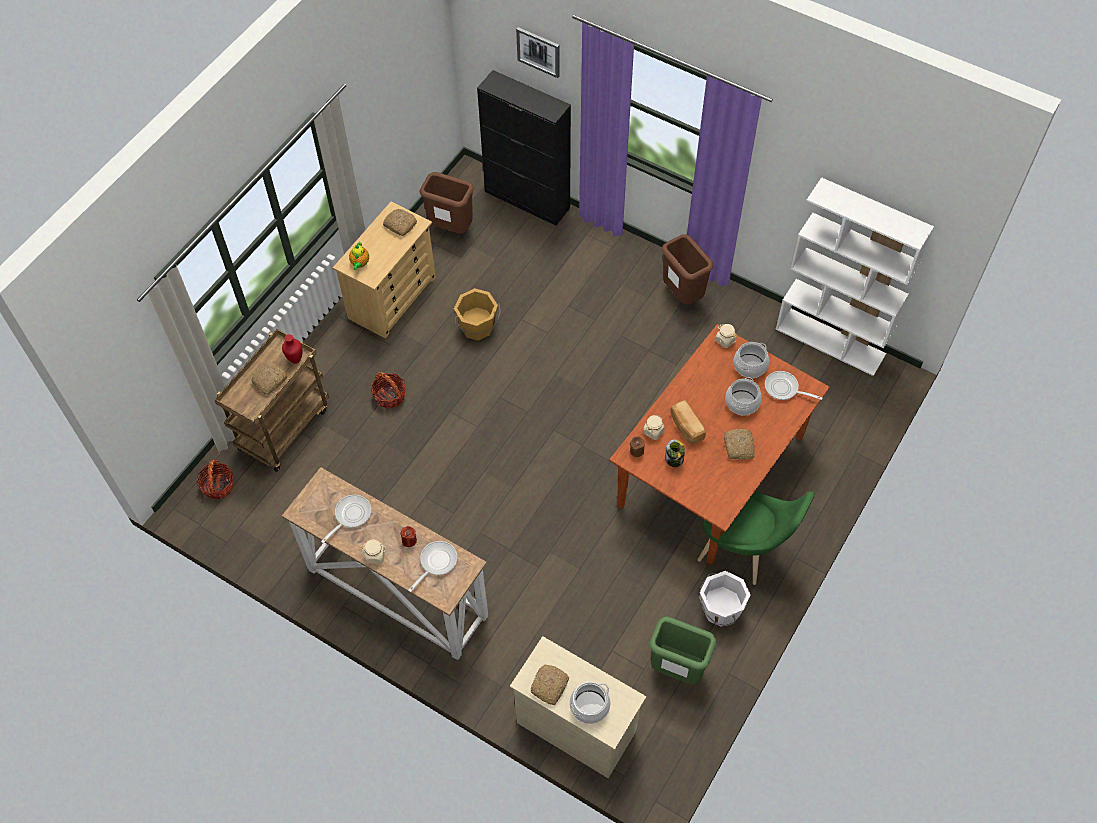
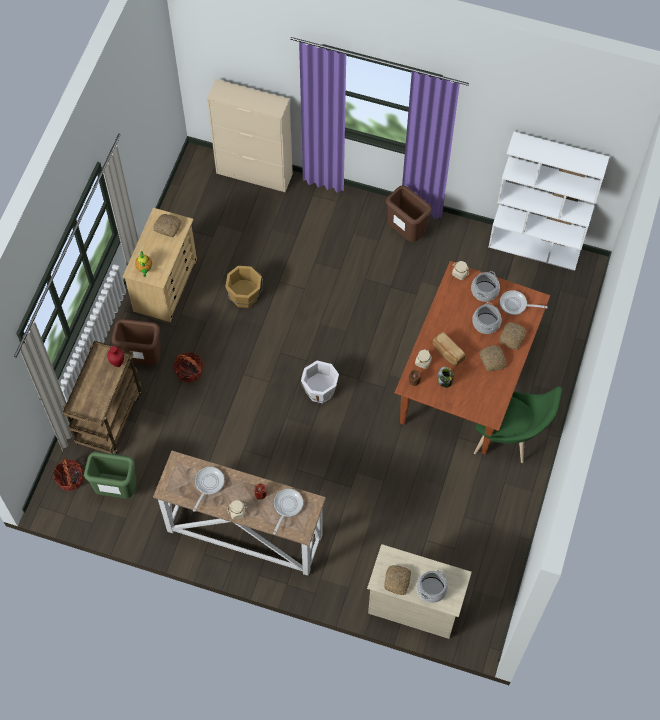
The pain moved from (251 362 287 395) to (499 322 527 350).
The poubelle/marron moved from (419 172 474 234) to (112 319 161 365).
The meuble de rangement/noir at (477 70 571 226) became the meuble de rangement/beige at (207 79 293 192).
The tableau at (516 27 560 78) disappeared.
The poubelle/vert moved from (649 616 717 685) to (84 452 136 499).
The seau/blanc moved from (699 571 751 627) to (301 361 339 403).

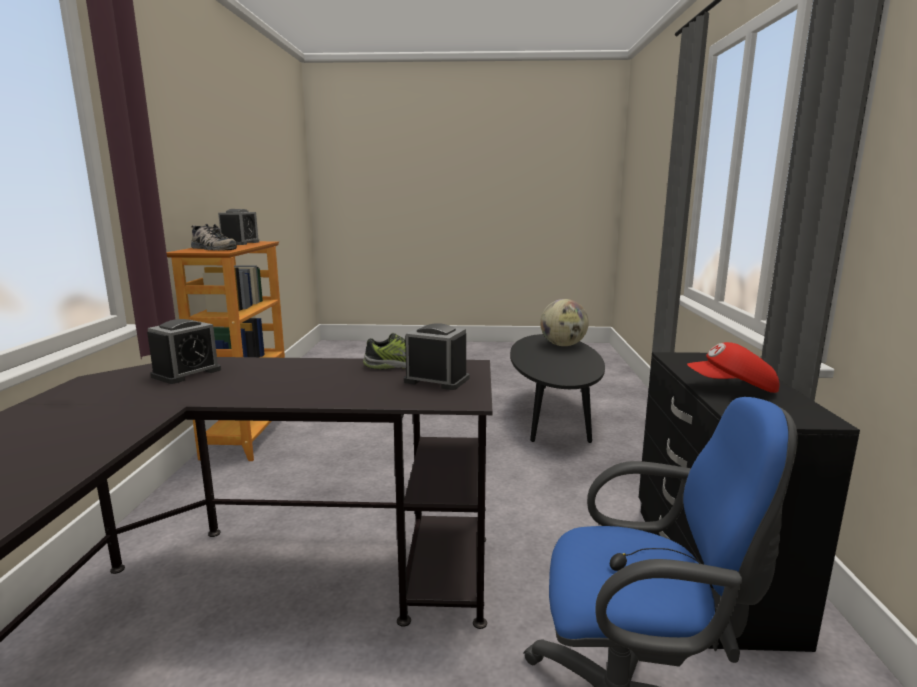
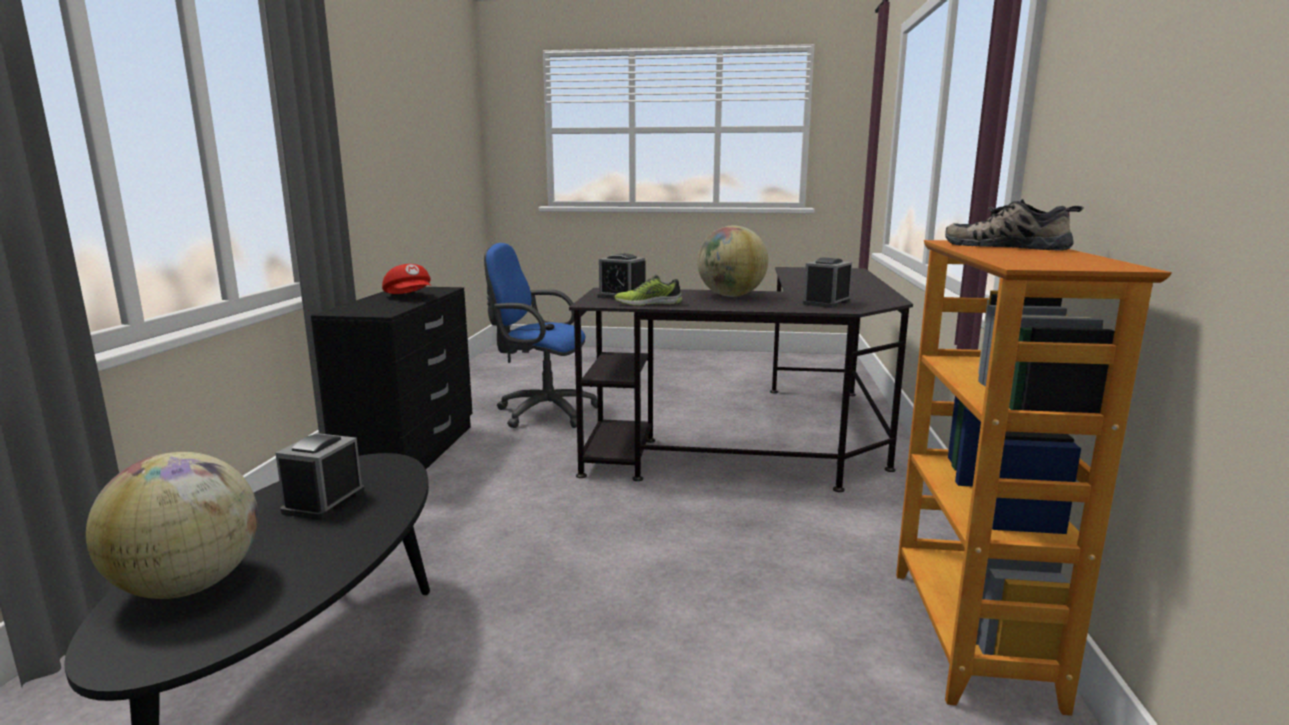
The réveil moved from (218 209 259 245) to (275 433 365 520).
The casquette/rouge at (687 342 779 393) turned 45 degrees clockwise.
The globe at (697 226 768 297) appeared.

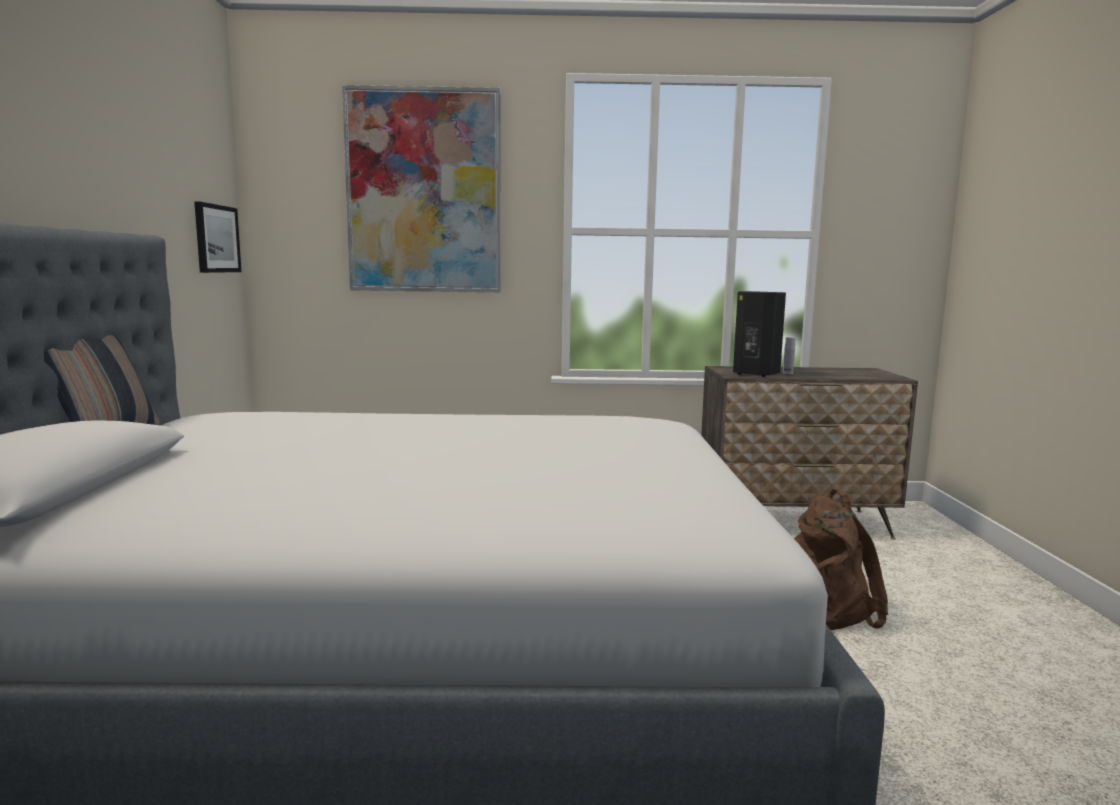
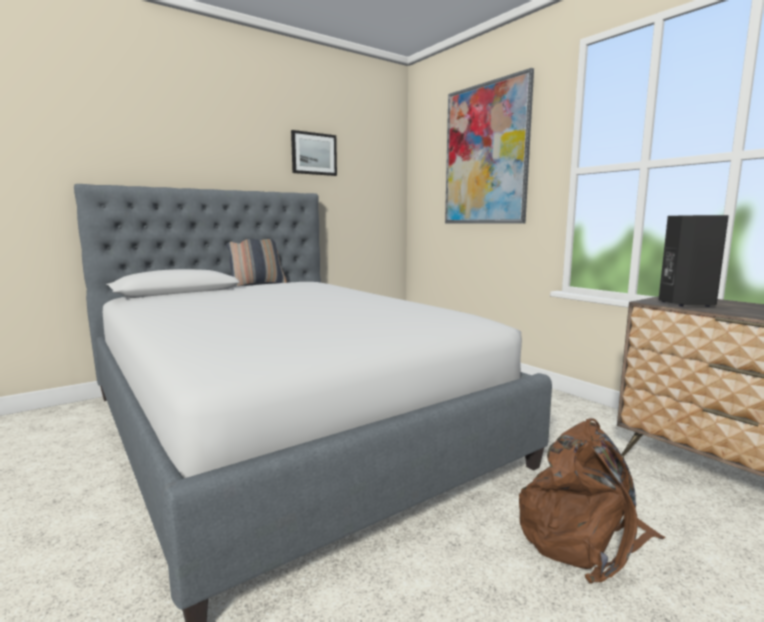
The tableau moved from (194 201 241 273) to (291 130 337 176).
The bouteille/blanc at (783 337 796 374) disappeared.

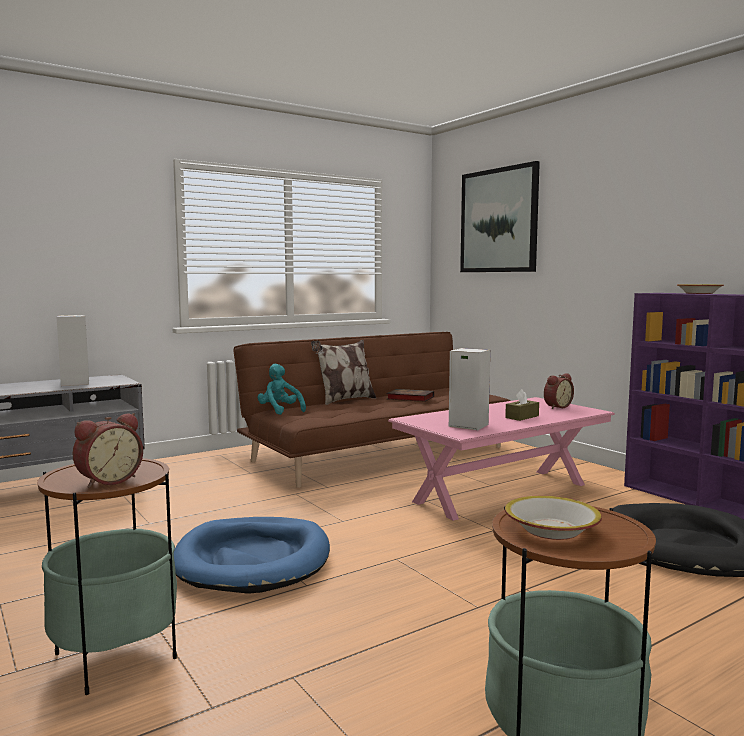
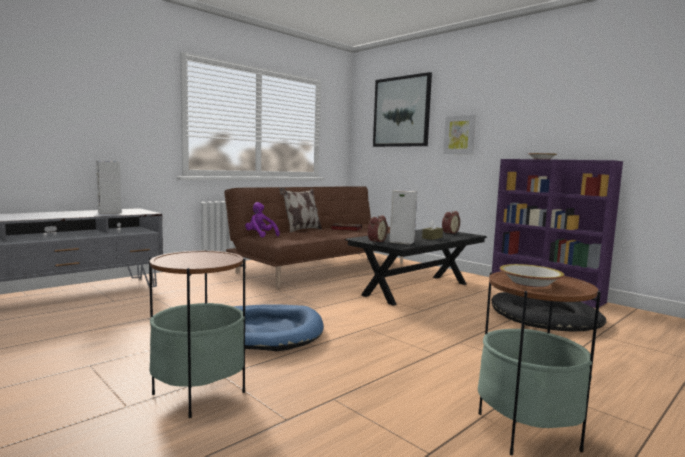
The réveil moved from (73 413 143 488) to (367 215 388 243).
The peluche/turquoise at (258 363 306 415) became the peluche/violet at (245 202 280 237).
The table basse/rose at (388 397 615 521) became the table basse/noir at (345 229 487 306).
The tableau at (443 115 476 154) appeared.

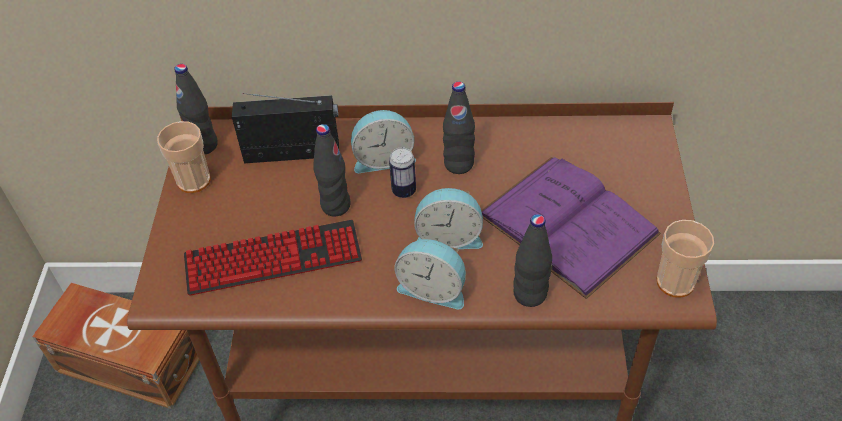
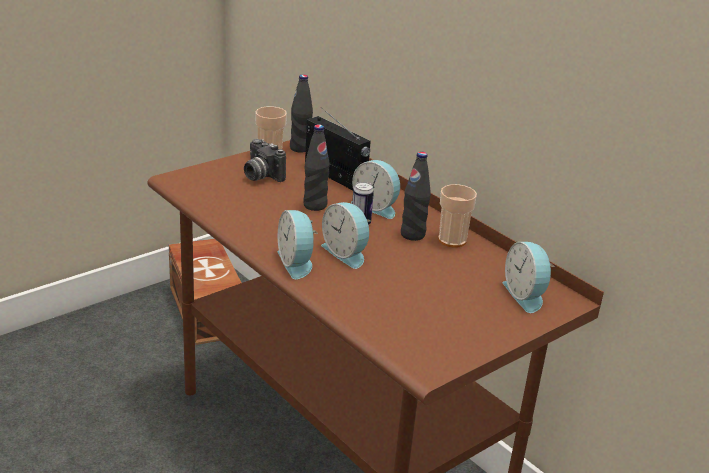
The clavier at (184 220 362 296) disappeared.
The livre/violet at (481 157 661 299) disappeared.
The bouteille/noir at (513 214 552 307) disappeared.
The tasse moved from (657 220 714 298) to (438 184 477 248).
The appareil photo at (244 139 286 182) appeared.
The réveil at (503 242 555 313) appeared.

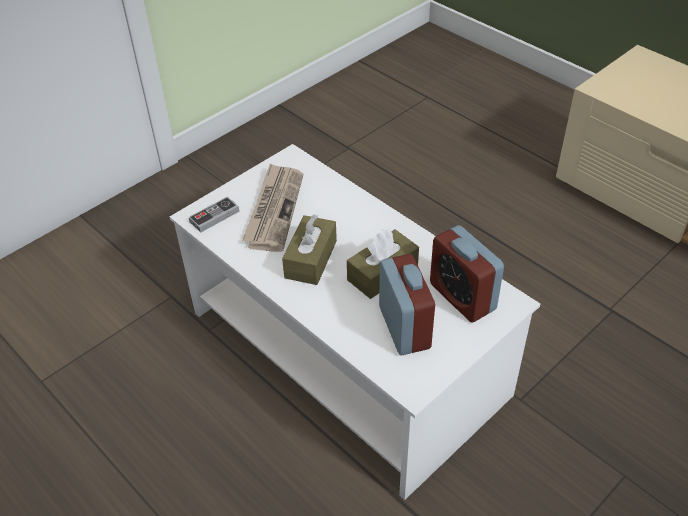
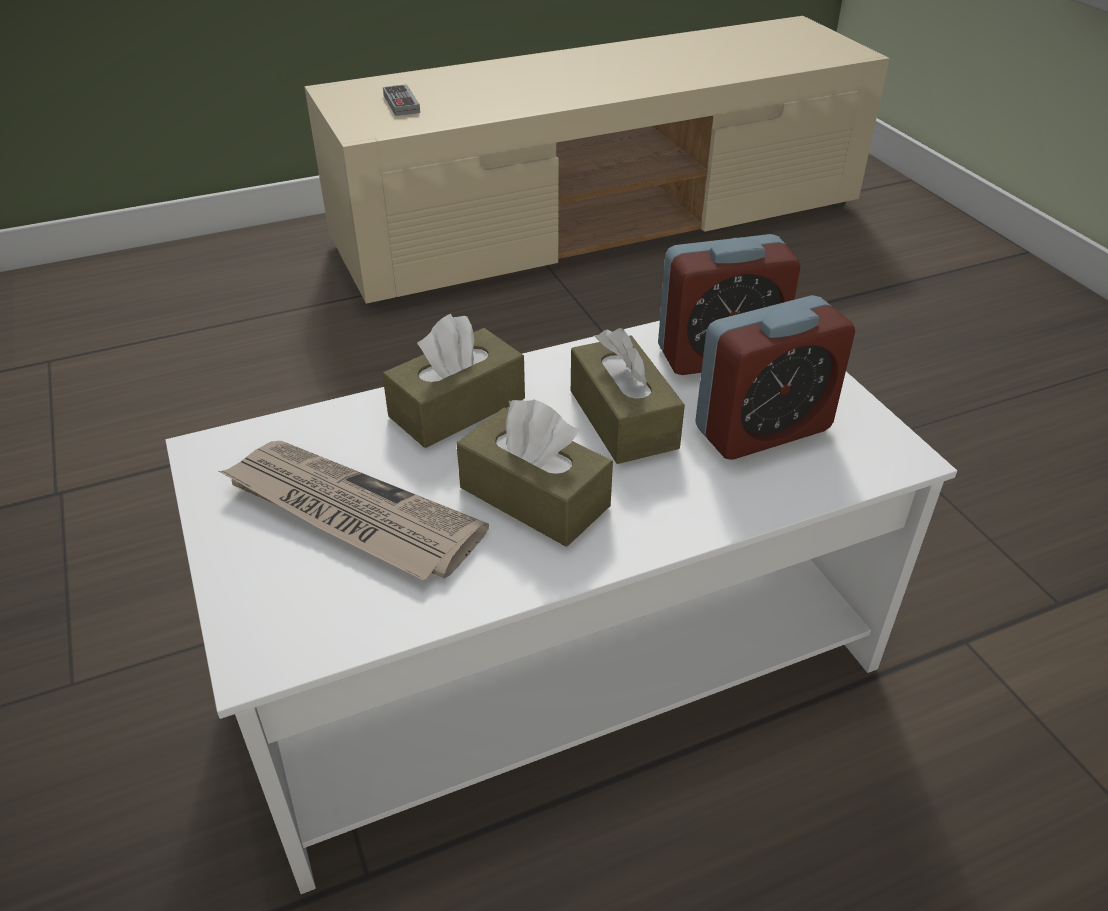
The manette moved from (189 196 239 233) to (383 84 420 116).
The réveil at (379 254 435 355) turned 150 degrees clockwise.
The boîte à mouchoirs/marron at (382 314 525 448) appeared.

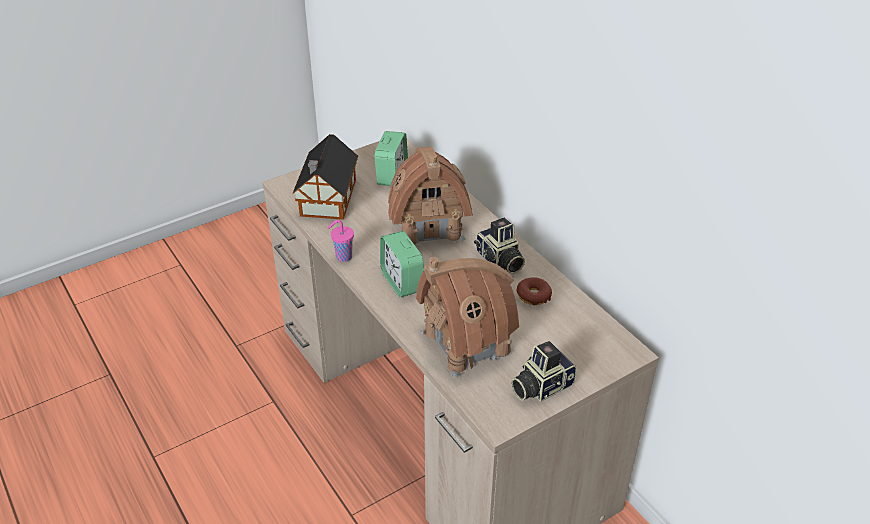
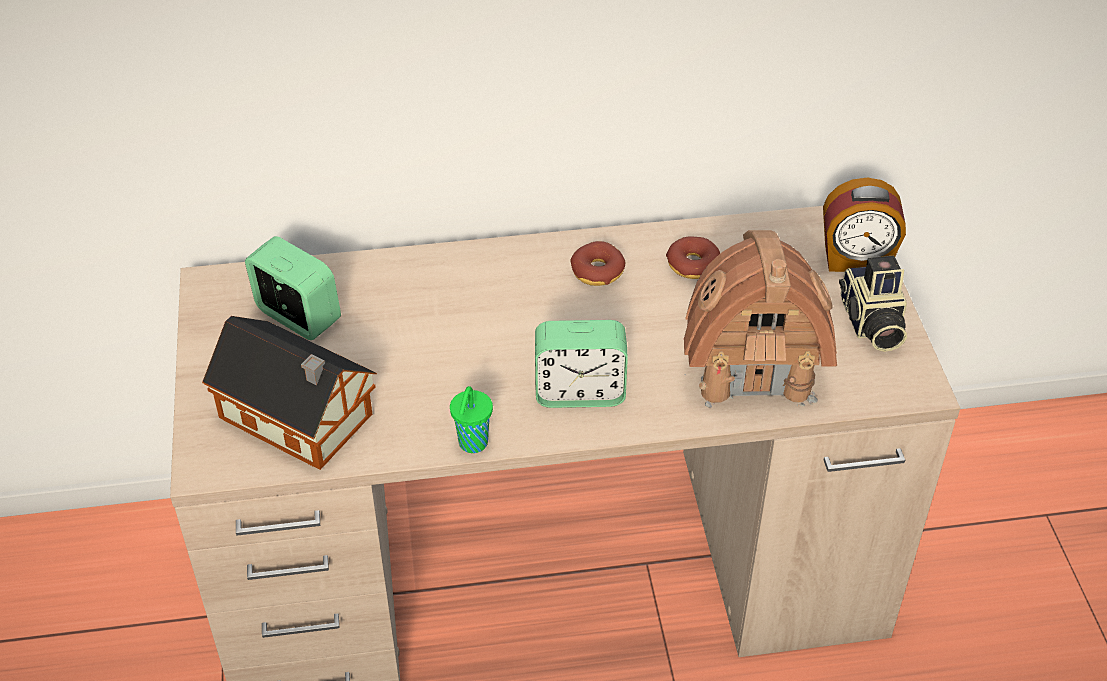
The tasse/rose at (327 220 354 262) became the tasse/vert at (450 386 493 453).
The maison miniature at (388 146 473 245) disappeared.
The appareil photo at (474 218 525 274) was replaced by the beignet at (571 241 626 286).
The réveil at (823 177 906 272) appeared.

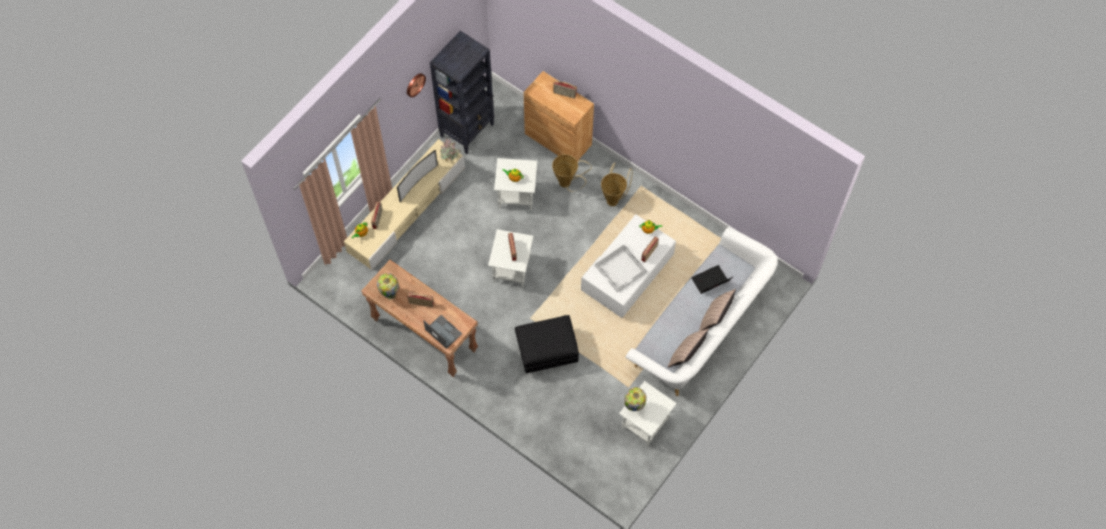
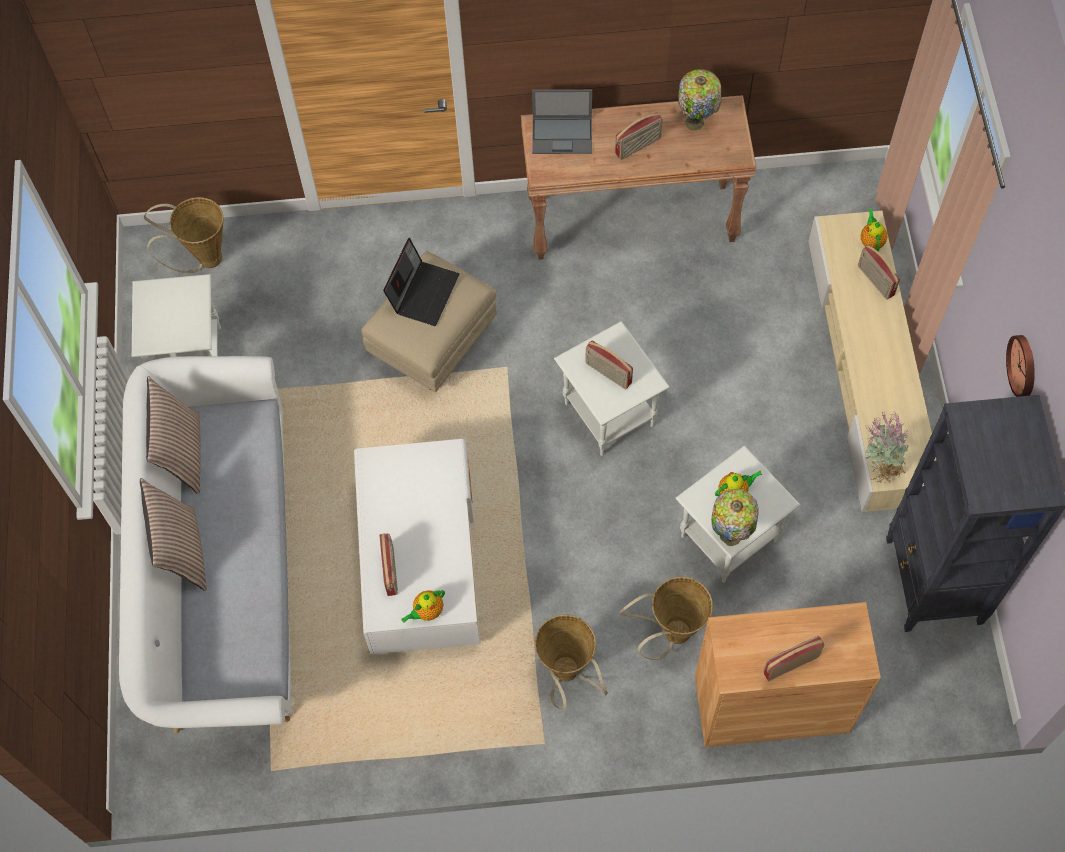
The téléviseur at (397 150 438 202) disappeared.
The pouf/noir at (515 315 579 373) became the pouf/beige at (361 251 497 392).
The plateau/blanc at (595 245 647 292) disappeared.
The lampe de table moved from (624 387 646 411) to (711 489 759 546).
The ordinateur portable moved from (691 265 733 294) to (383 238 459 326).
The panier at (144 197 223 273) appeared.

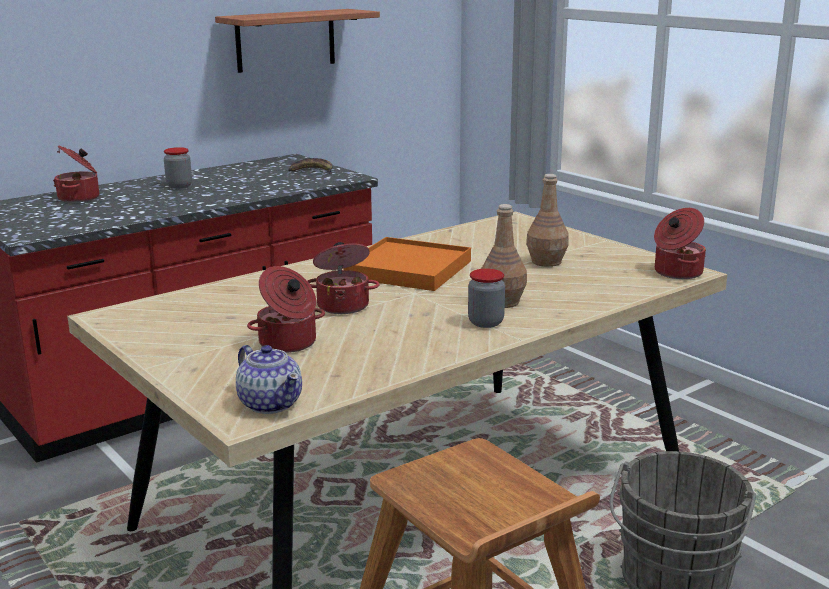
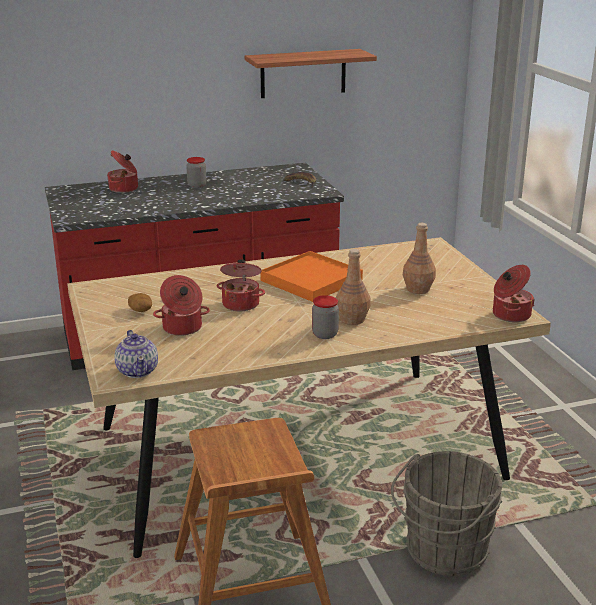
The pomme de terre at (128 293 152 312) appeared.

